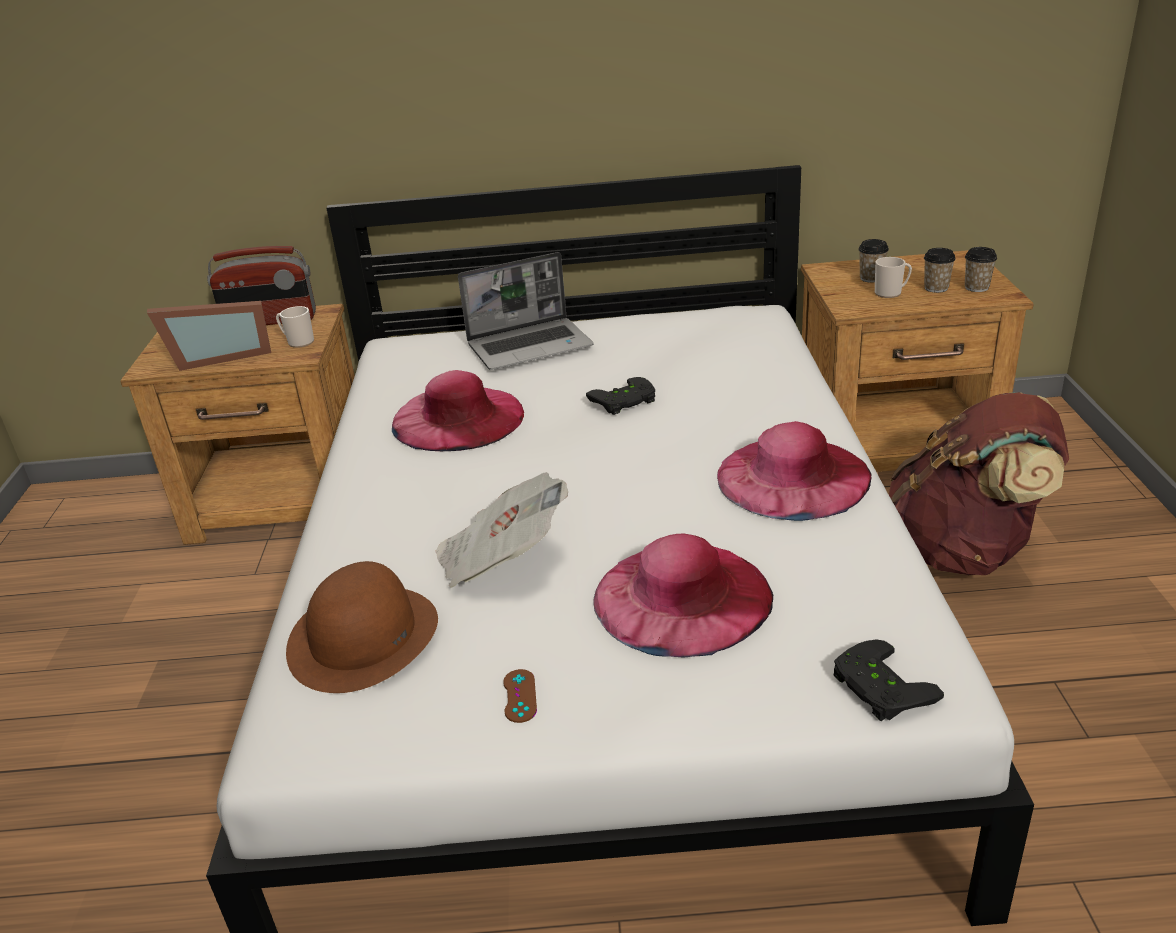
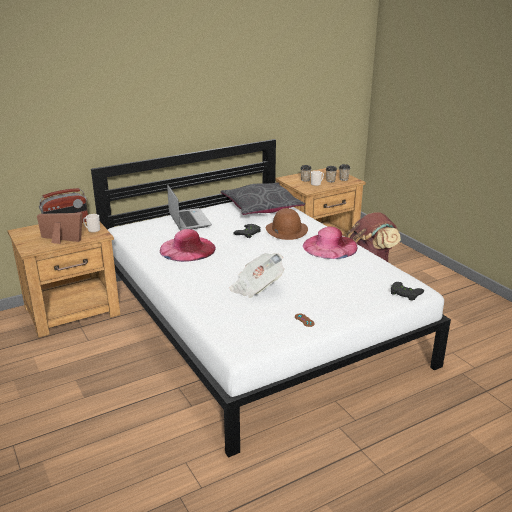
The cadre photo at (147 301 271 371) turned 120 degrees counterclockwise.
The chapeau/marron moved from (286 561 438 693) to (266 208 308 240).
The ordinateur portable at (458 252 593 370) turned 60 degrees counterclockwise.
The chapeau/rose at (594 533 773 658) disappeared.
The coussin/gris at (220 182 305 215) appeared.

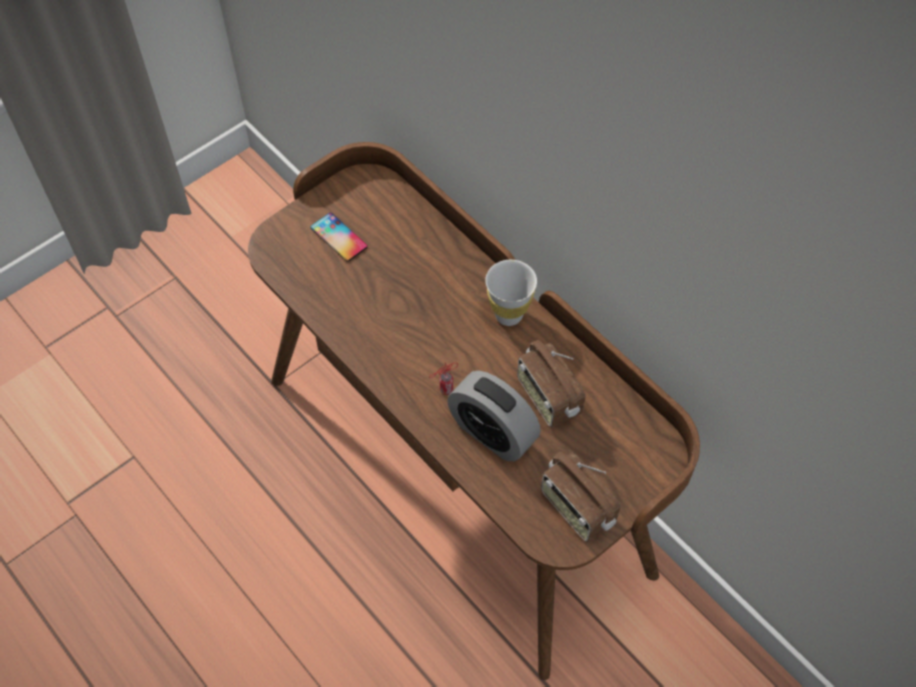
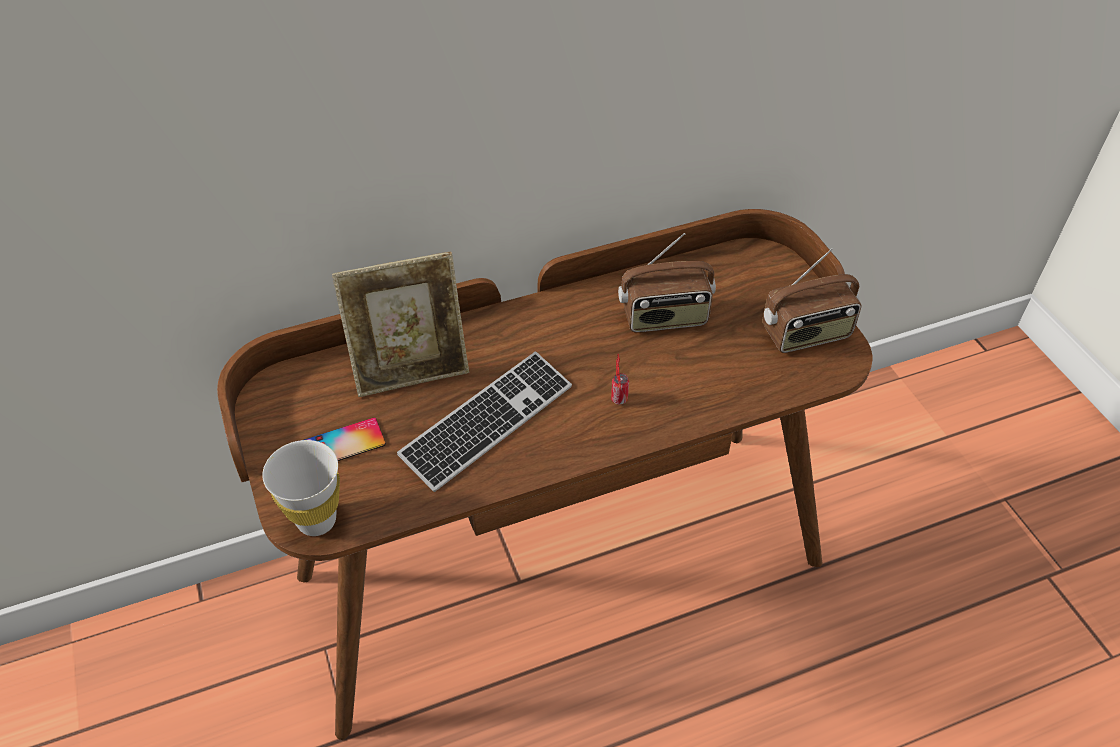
The réveil at (447 371 541 461) disappeared.
The tasse/blanc moved from (485 260 537 326) to (262 440 340 536).
The cadre photo at (332 252 469 397) appeared.
The clavier at (397 352 572 492) appeared.

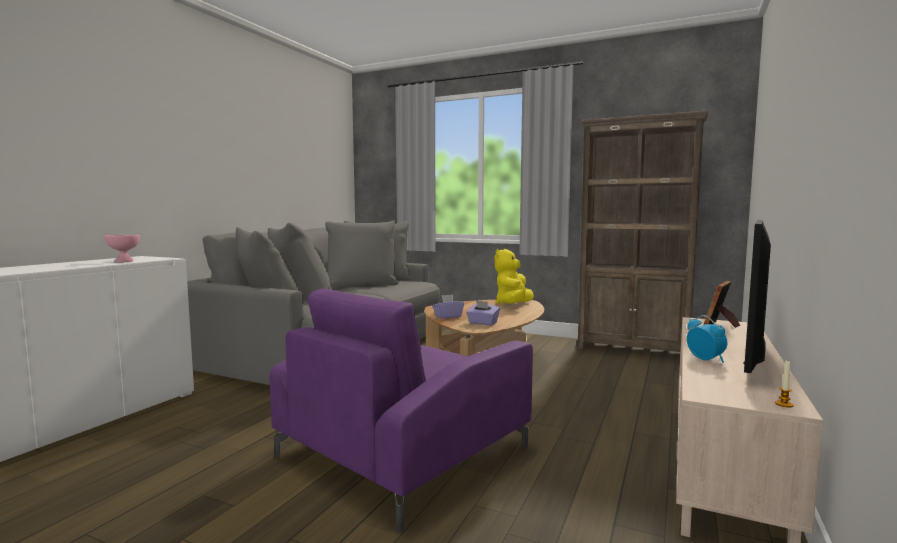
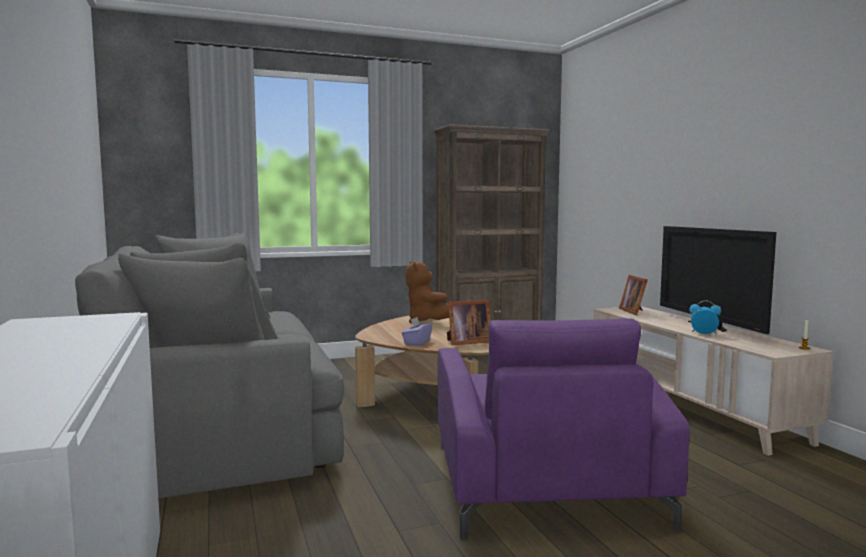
The bol/rose at (104 235 140 262) disappeared.
The boîte à mouchoirs/violet at (466 300 500 325) was replaced by the cadre photo at (447 300 491 345).
The peluche/jaune at (495 249 534 304) became the peluche/marron at (406 261 449 323).

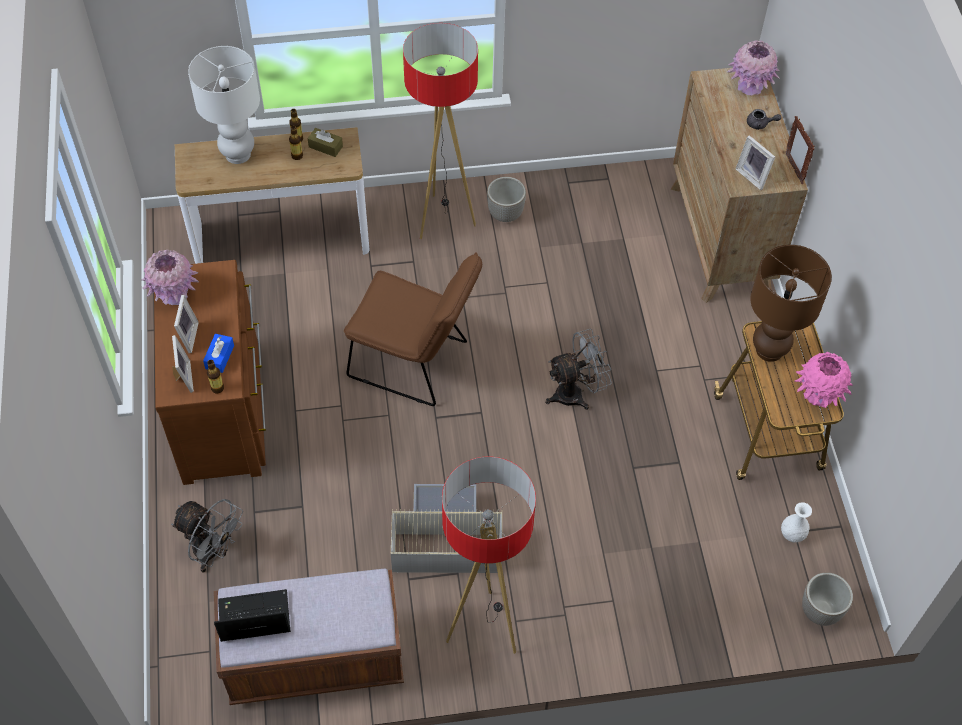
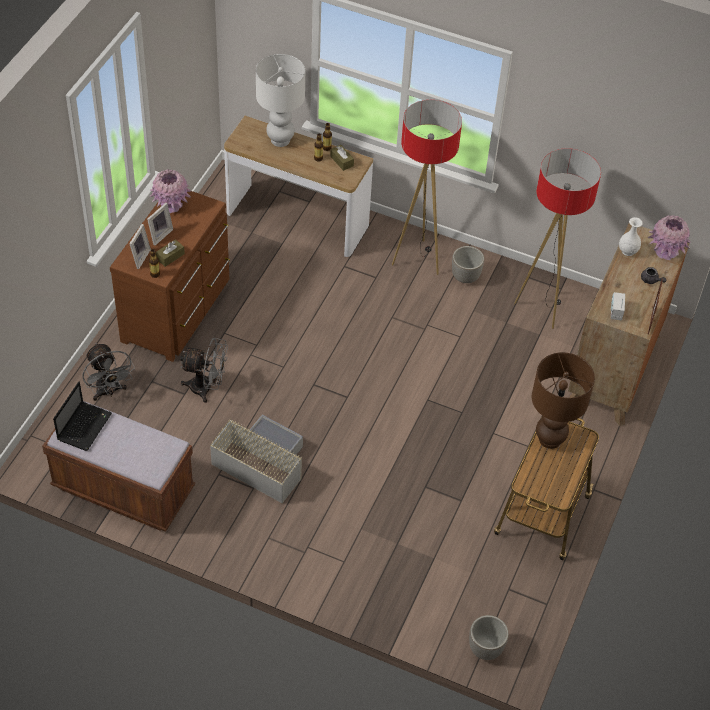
The boîte à mouchoirs/bleu at (203 334 234 373) became the boîte à mouchoirs/marron at (156 239 185 267).
The ordinateur portable at (214 589 291 642) turned 90 degrees clockwise.
The chaise/marron at (344 253 482 406) disappeared.
The lampadaire moved from (442 456 536 654) to (514 148 601 329).
The ventilateur/gris moved from (545 329 612 410) to (180 338 228 403).
The cadre photo at (736 135 775 190) was replaced by the radio at (611 292 625 321).
The vase/blanc moved from (781 502 812 542) to (619 217 643 256).
The vase/rose at (795 352 853 408) disappeared.

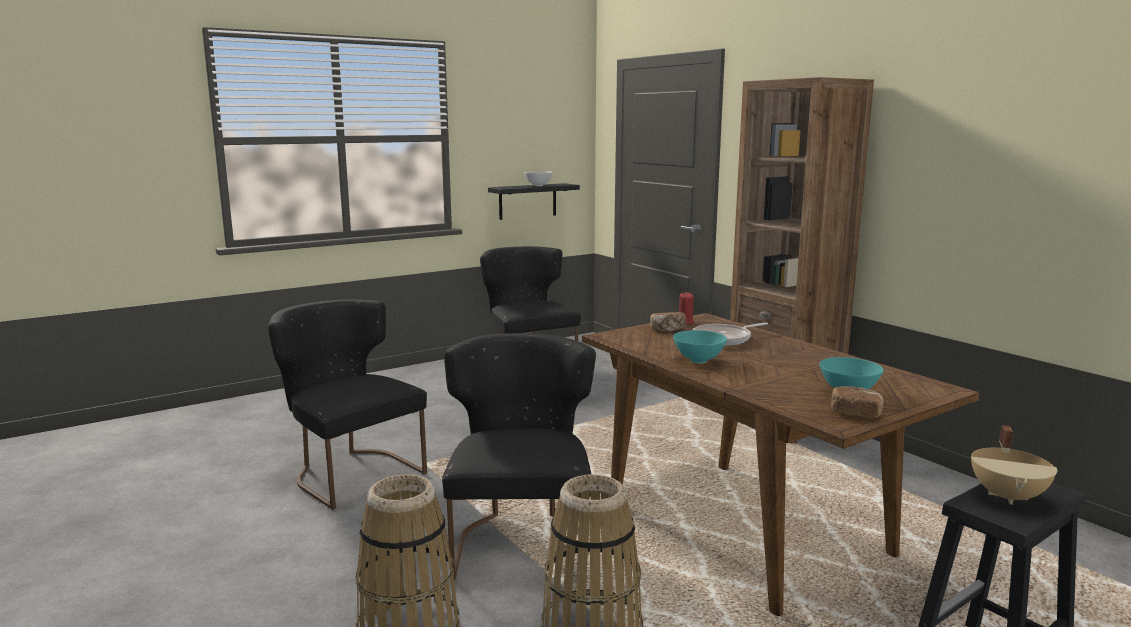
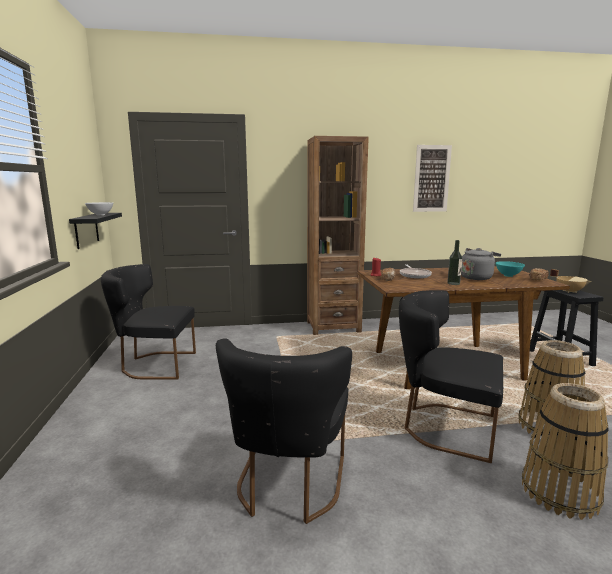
The chaise/noir at (268 299 427 510) turned 60 degrees counterclockwise.
The bol/turquoise at (673 330 727 363) was replaced by the bouteille at (447 240 462 285).
The tableau at (413 145 452 212) appeared.
The bouilloire/gris at (461 248 501 280) appeared.

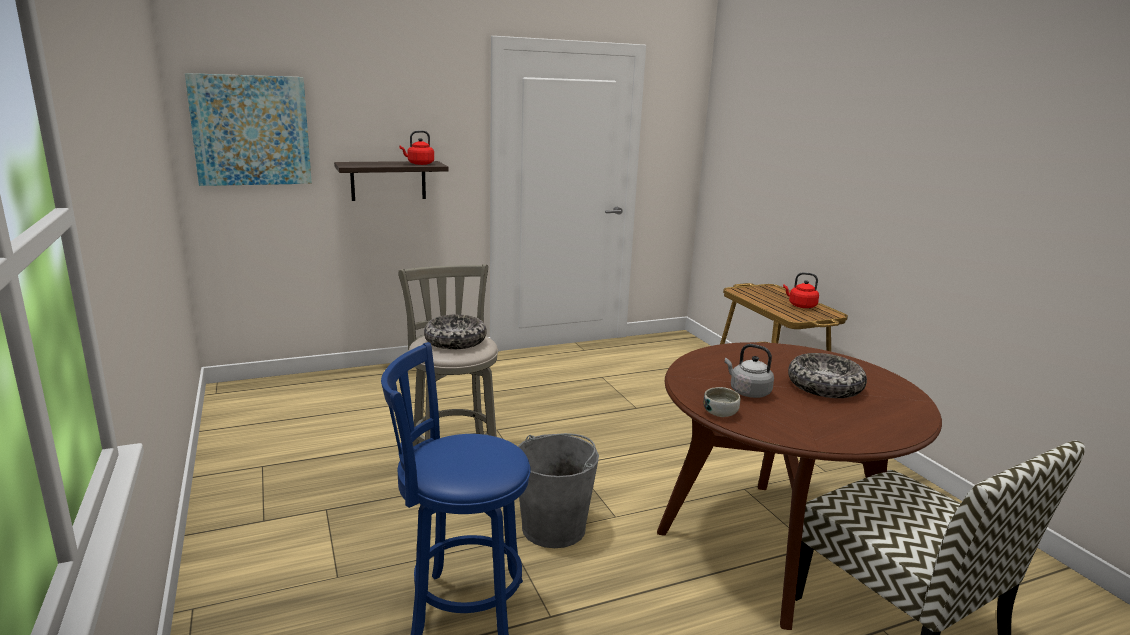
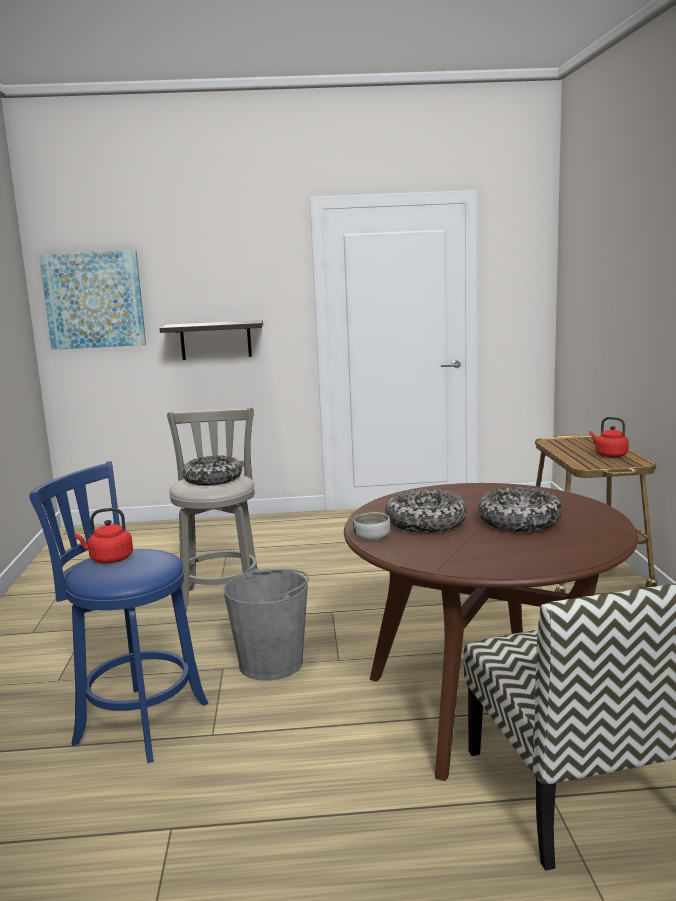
The bouilloire/rouge moved from (399 130 434 165) to (74 508 133 563).
The bouilloire/gris at (725 344 774 398) was replaced by the bol at (385 489 467 533).

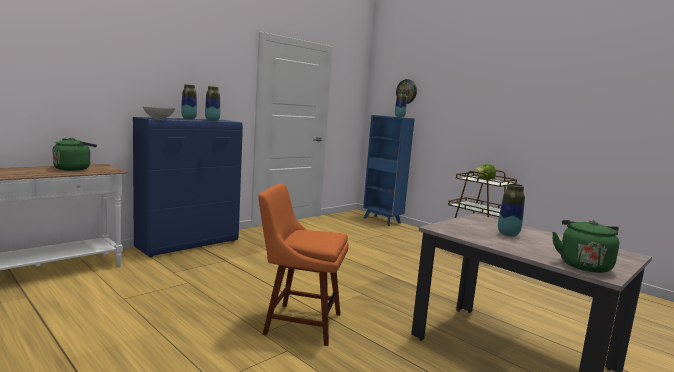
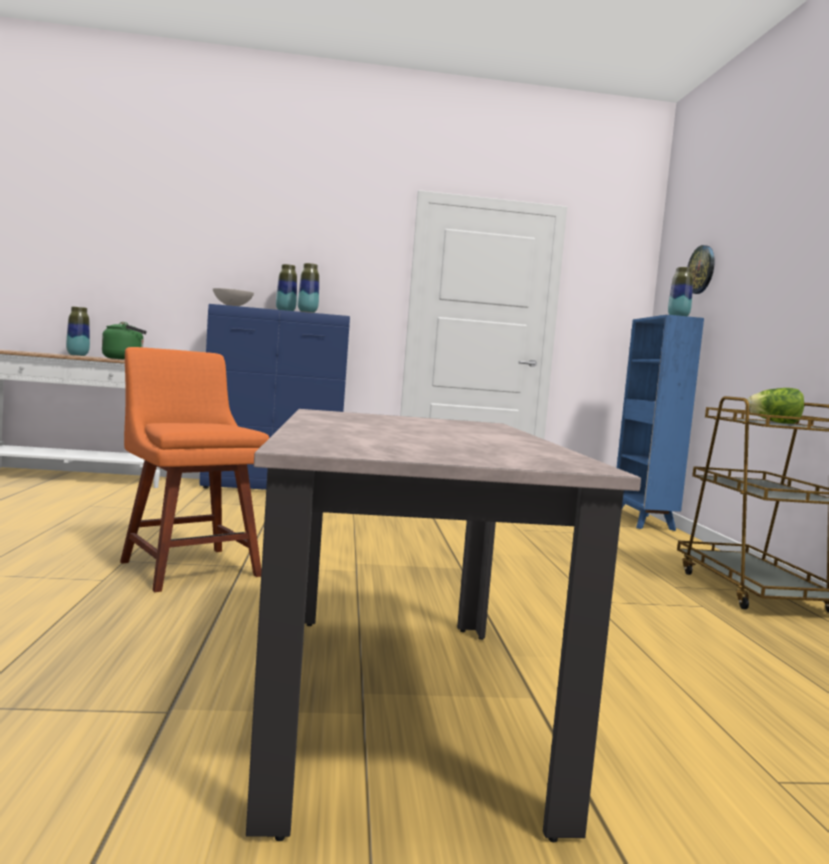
The vase moved from (498 184 525 237) to (66 306 90 356).
The bouilloire/vert at (552 220 619 273) disappeared.

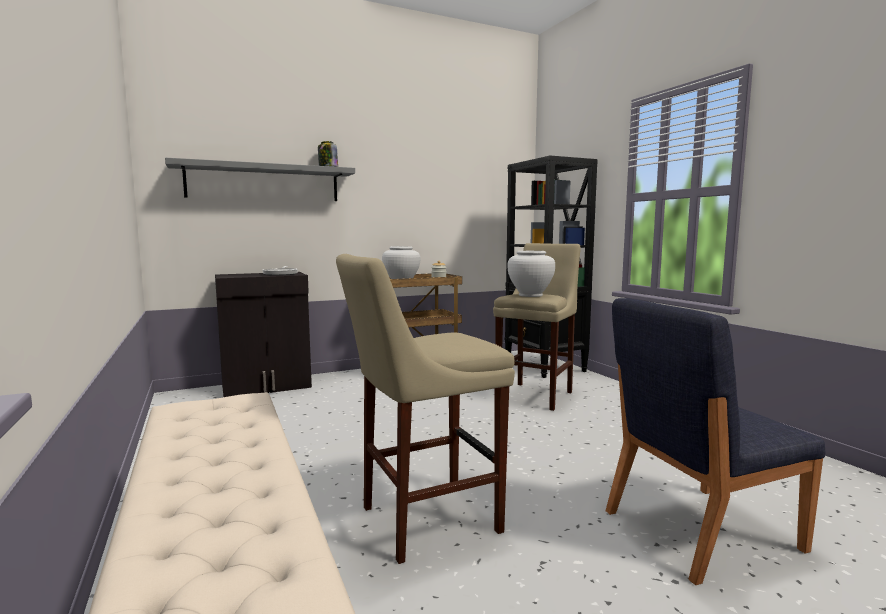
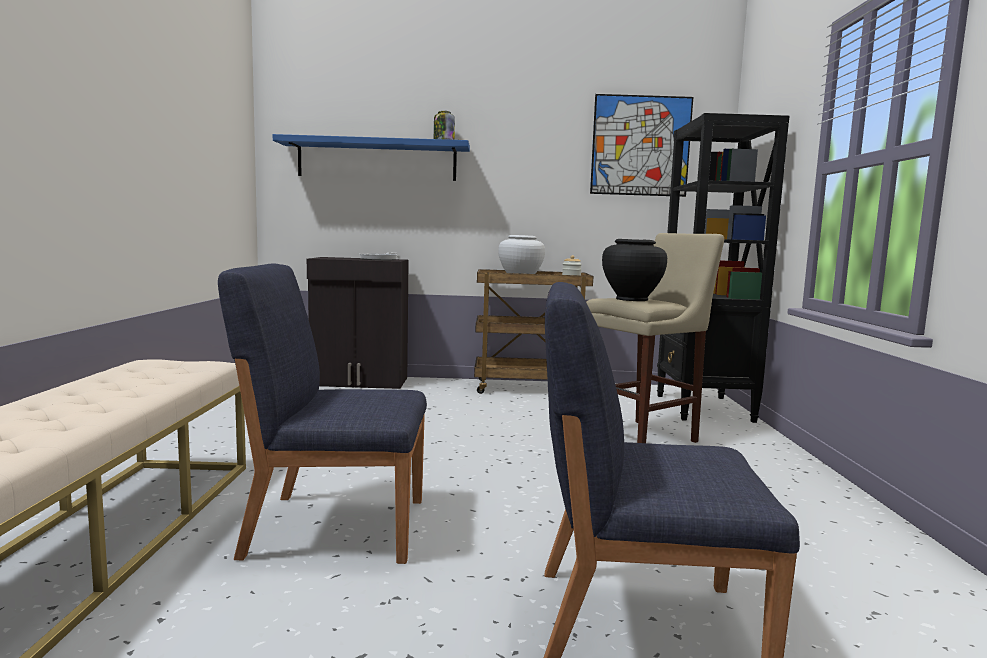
The étagère/gris at (165 158 355 201) became the étagère/bleu at (273 134 470 181).
The tabouret/beige at (336 254 515 564) was replaced by the chaise/bleu at (218 263 427 564).
The vase/blanc at (507 251 555 297) became the vase/noir at (602 239 667 301).
The tableau at (590 94 693 197) appeared.

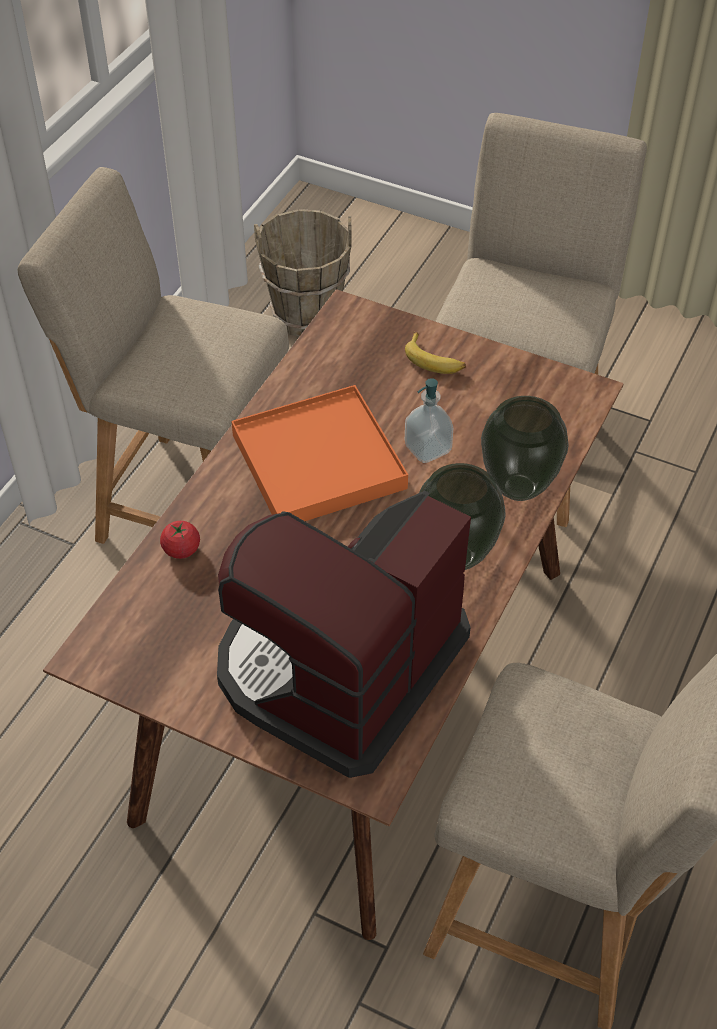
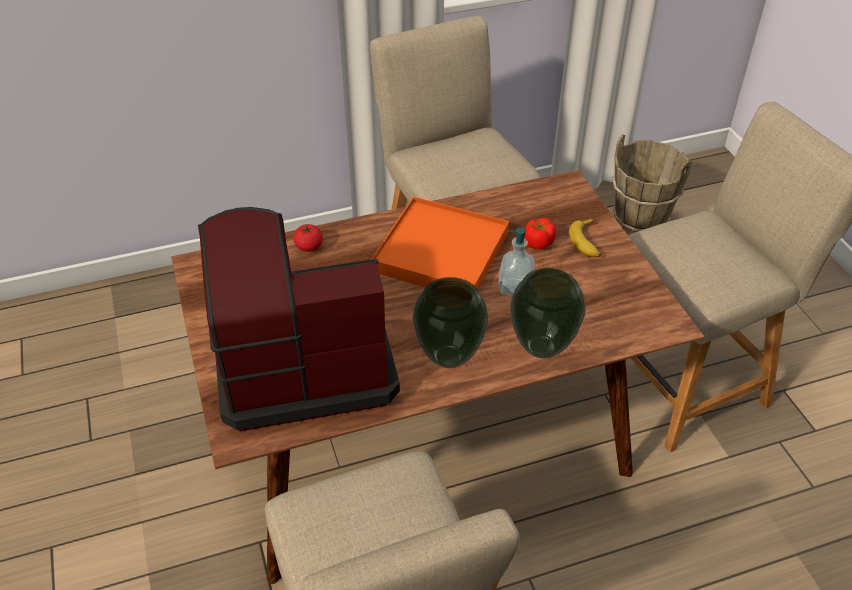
The tomate at (524 218 556 250) appeared.

